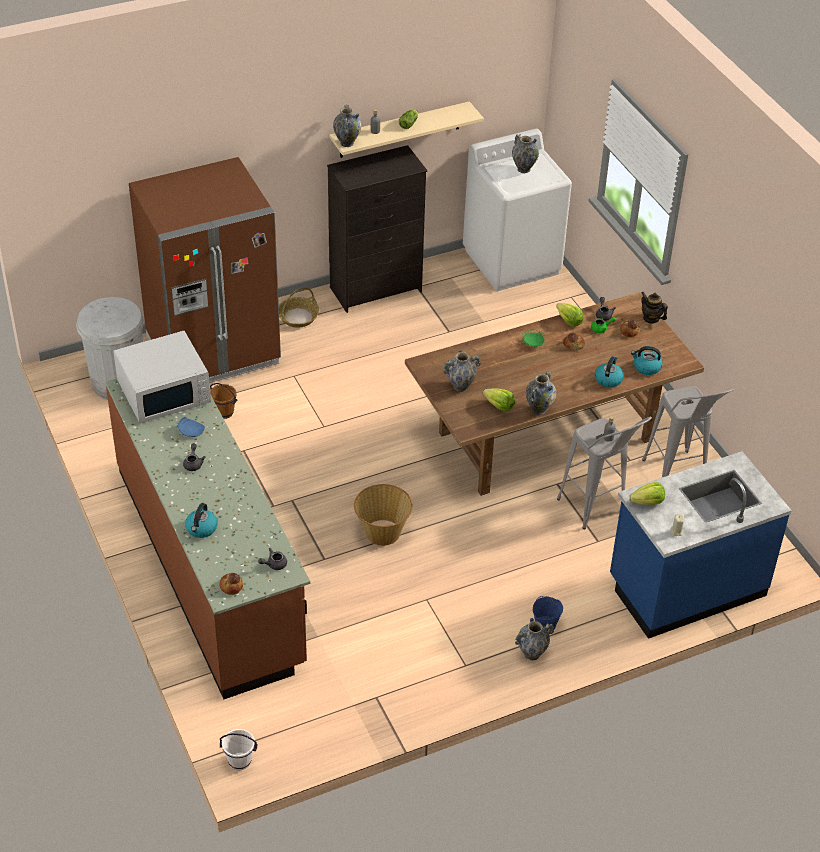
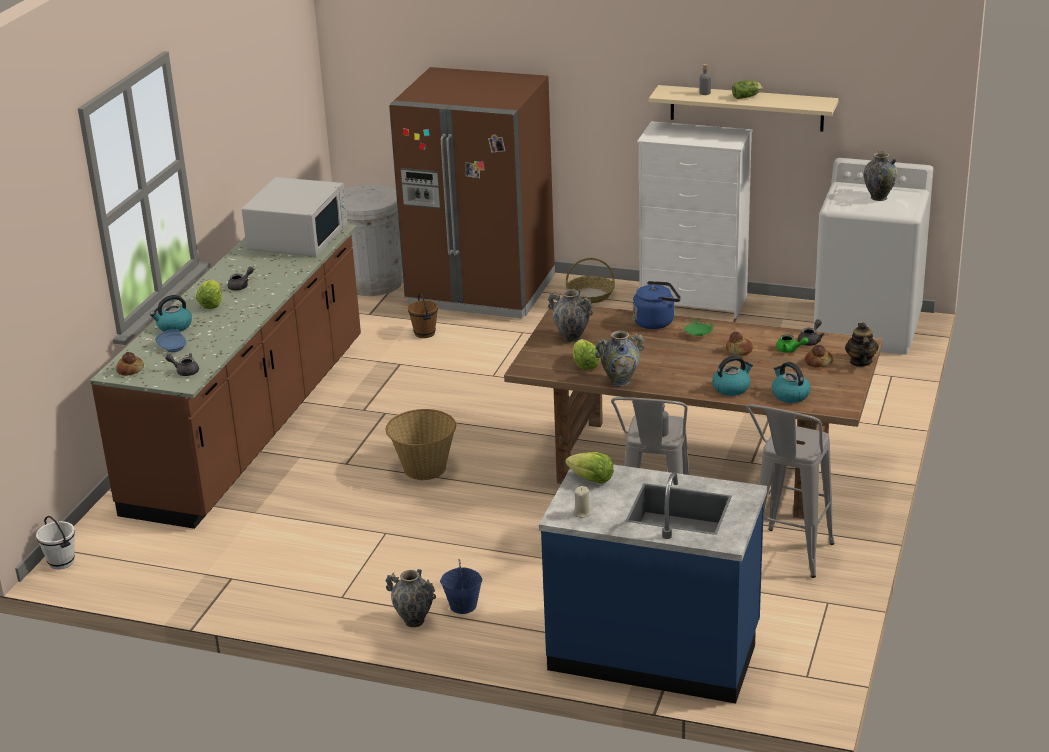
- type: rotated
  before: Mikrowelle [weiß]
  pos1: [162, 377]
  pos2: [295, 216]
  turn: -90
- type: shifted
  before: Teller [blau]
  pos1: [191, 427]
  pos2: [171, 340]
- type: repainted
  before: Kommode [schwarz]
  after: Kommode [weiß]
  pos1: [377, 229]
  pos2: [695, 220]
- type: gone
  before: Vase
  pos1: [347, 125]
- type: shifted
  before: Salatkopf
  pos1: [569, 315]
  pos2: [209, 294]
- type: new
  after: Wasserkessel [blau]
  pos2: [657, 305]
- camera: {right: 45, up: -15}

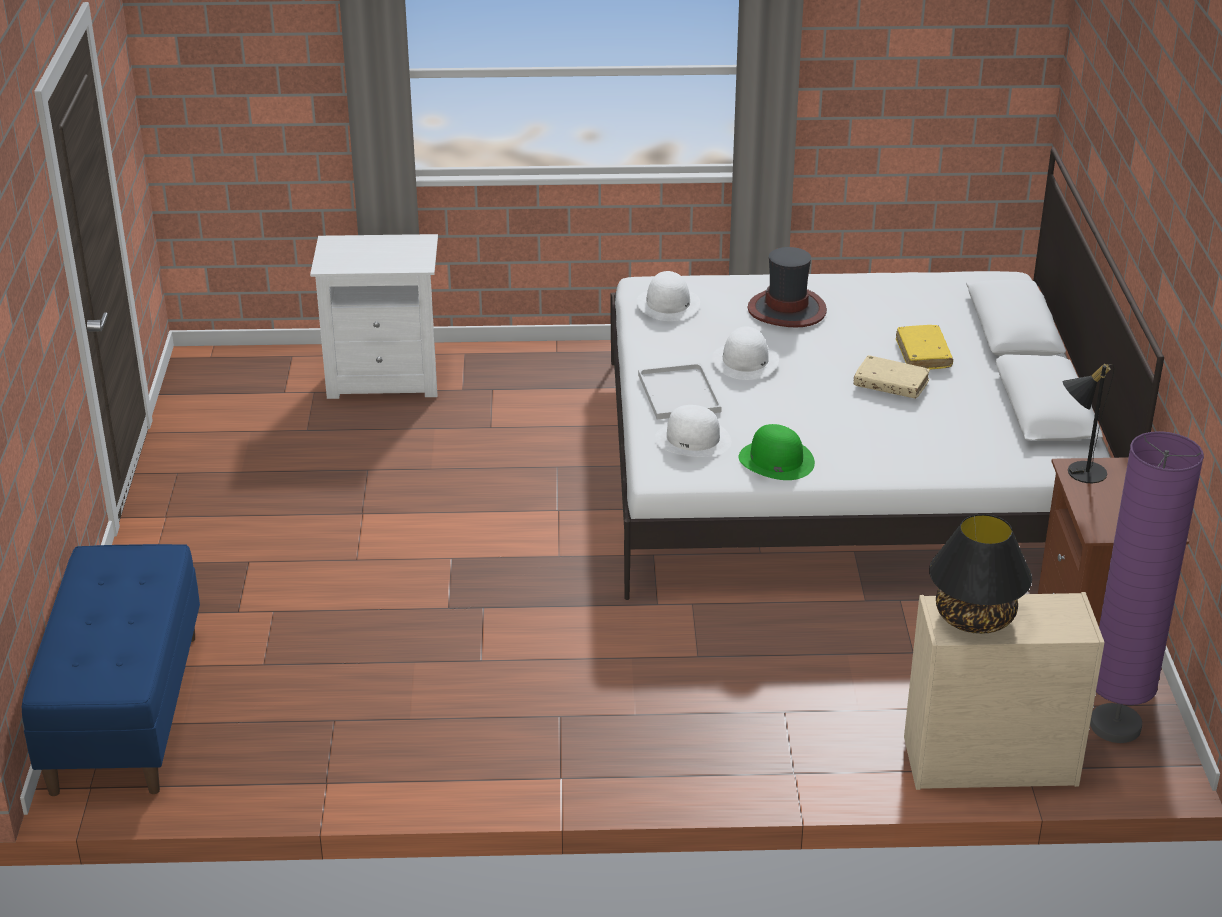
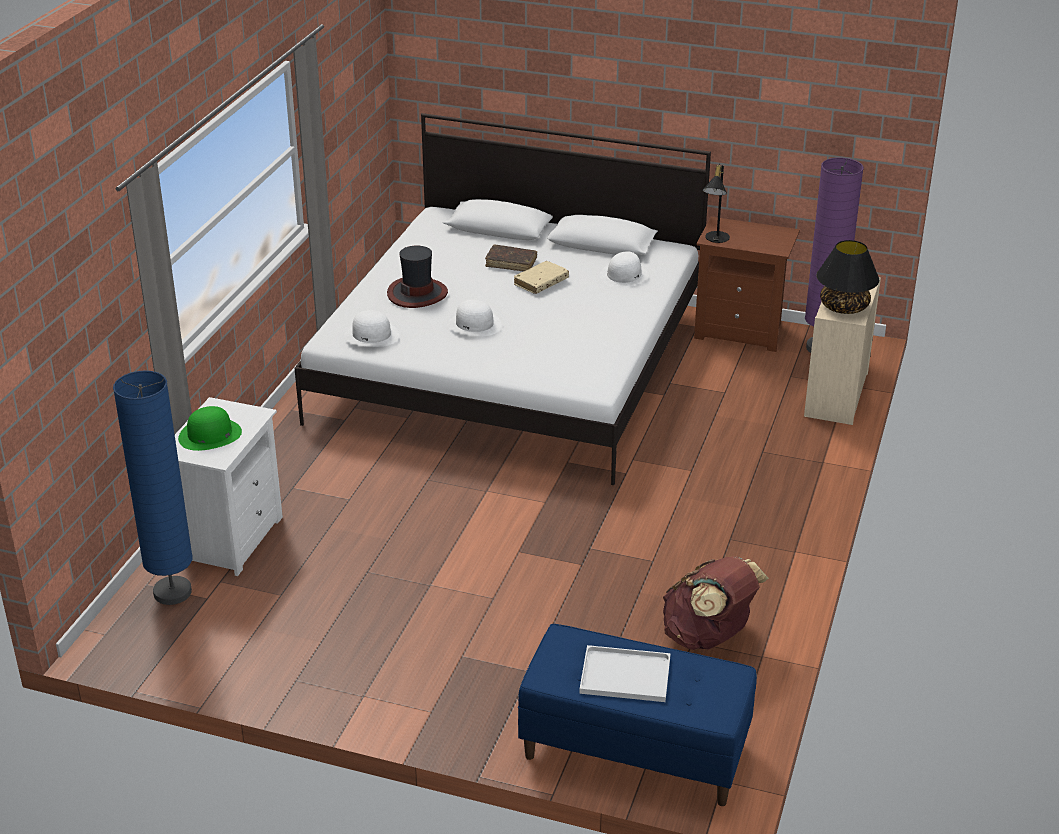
- type: shifted
  before: Tablett [weiß]
  pos1: [680, 391]
  pos2: [625, 673]
- type: shifted
  before: Hut [weiß]
  pos1: [693, 431]
  pos2: [624, 269]
- type: shifted
  before: Hut [grün]
  pos1: [777, 452]
  pos2: [210, 428]
- type: repainted
  before: Buch [gelb]
  after: Buch [braun]
  pos1: [924, 347]
  pos2: [511, 258]
- type: new
  after: Stehlampe [blau]
  pos2: [153, 488]
- type: new
  after: Rucksack [braun]
  pos2: [716, 603]
- camera: {right: -70, up: 0}

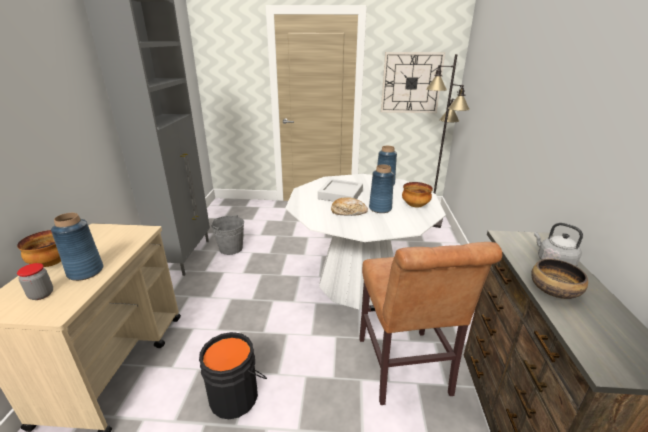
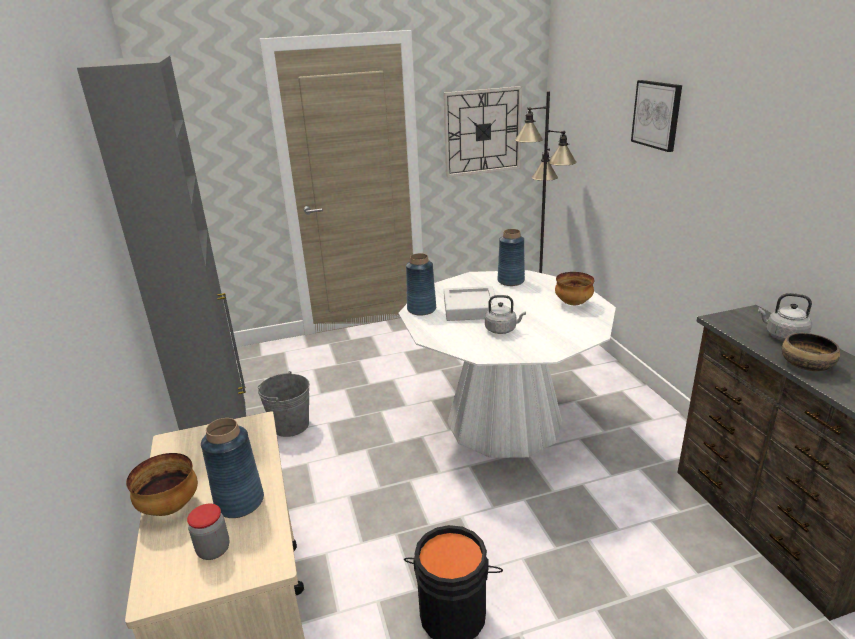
- type: swapped
  before: Brot
  after: Wasserkessel [grau]
  pos1: [349, 206]
  pos2: [505, 314]
- type: gone
  before: Stuhl [braun]
  pos1: [430, 323]
- type: shifted
  before: Vase [blau]
  pos1: [381, 189]
  pos2: [421, 284]
- type: new
  after: Bild
  pos2: [656, 116]
- camera: {right: -20, up: 0}

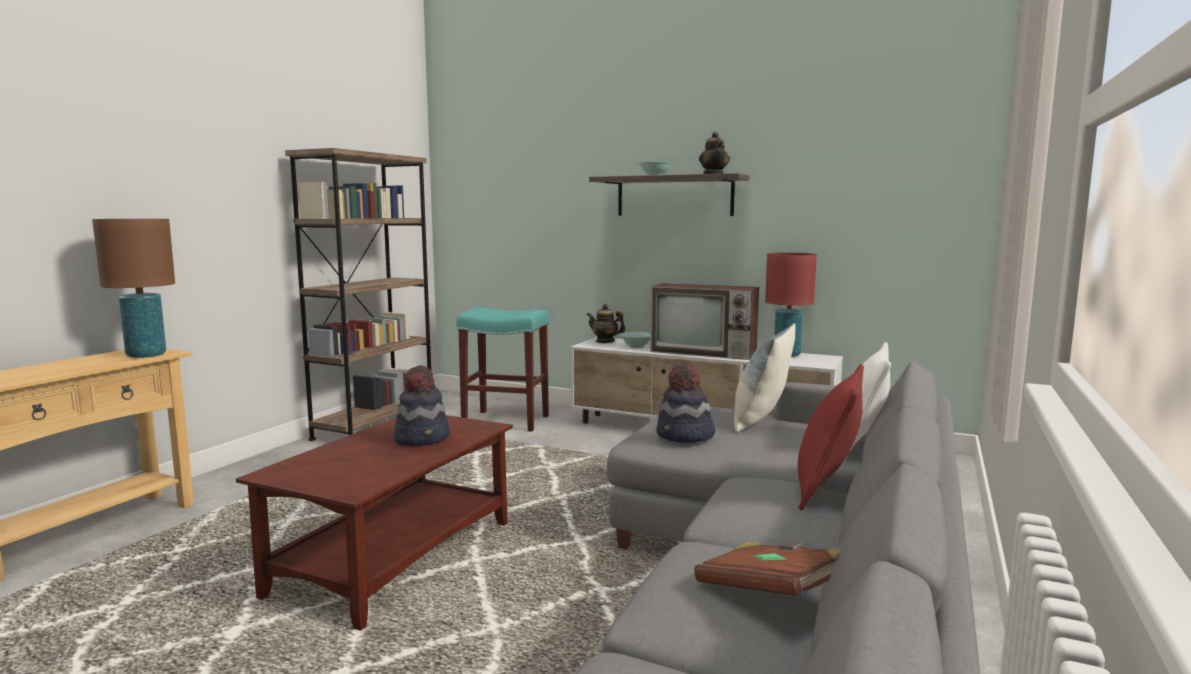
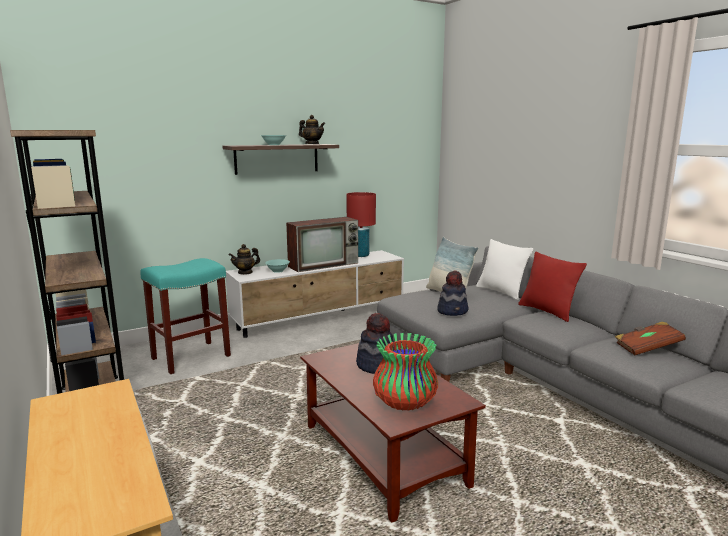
- type: gone
  before: Tischlampe [braun]
  pos1: [133, 288]
- type: new
  after: Vase
  pos2: [405, 372]
- camera: {right: -55, up: 5}

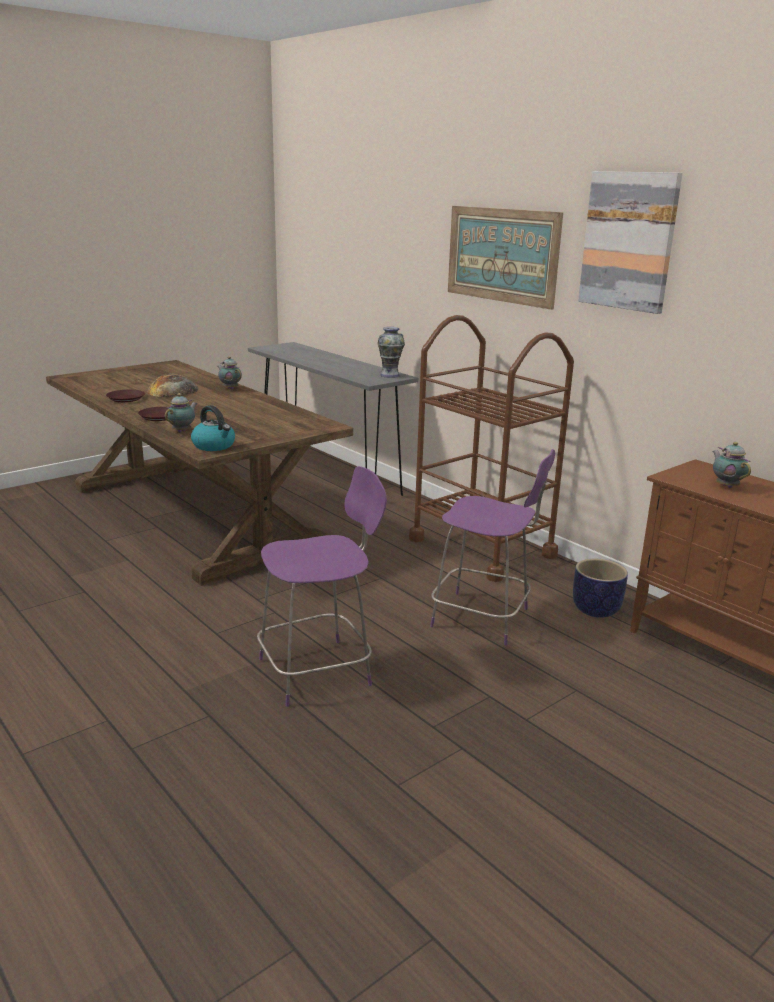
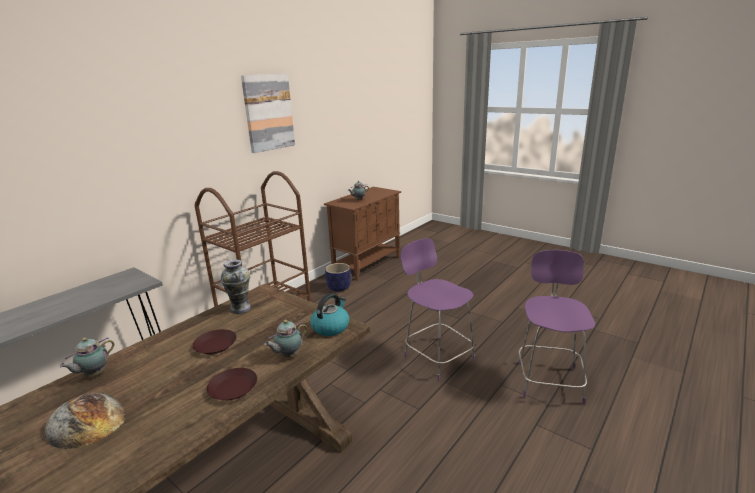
- type: shifted
  before: Teller [braun]
  pos1: [125, 396]
  pos2: [214, 341]
- type: rotated
  before: Teekanne
  pos1: [181, 412]
  pos2: [285, 338]
  turn: -60
- type: shifted
  before: Vase
  pos1: [391, 352]
  pos2: [236, 286]
- type: shifted
  before: Hocker [lila]
  pos1: [492, 547]
  pos2: [556, 327]
- type: gone
  before: Bild
  pos1: [505, 258]
- camera: {right: -100, up: 0}

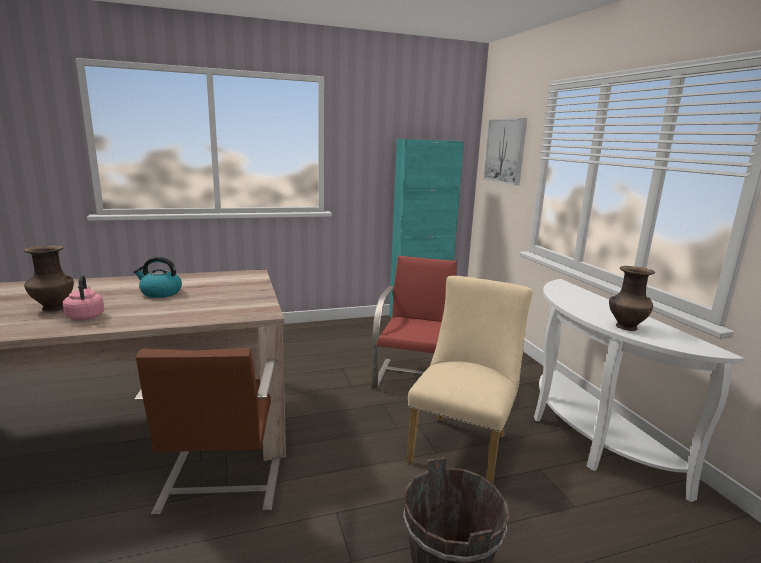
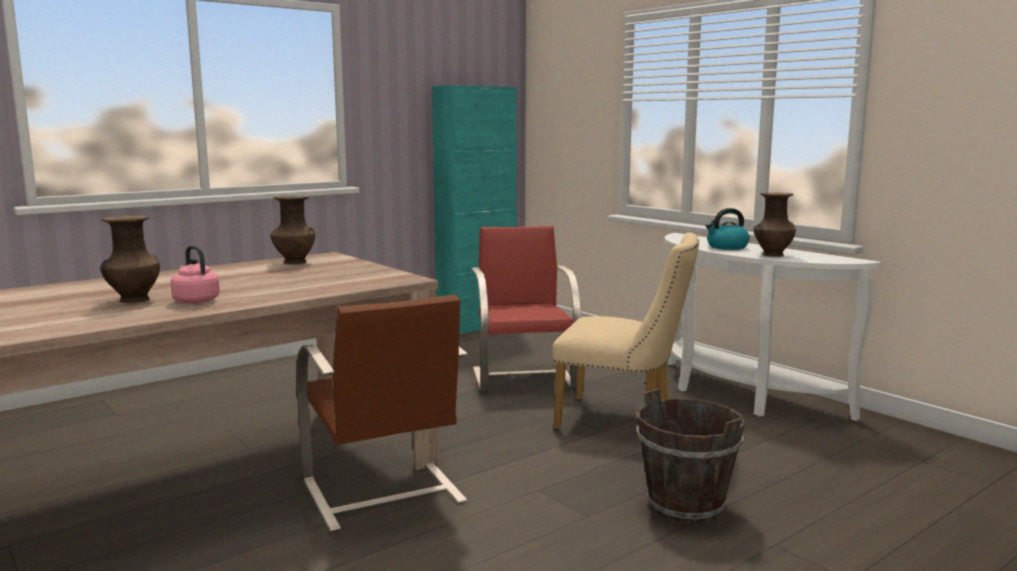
- type: shifted
  before: Wasserkessel
  pos1: [158, 277]
  pos2: [727, 229]
- type: rotated
  before: Stuhl [beige]
  pos1: [470, 380]
  pos2: [625, 331]
  turn: 105
- type: gone
  before: Bild
  pos1: [505, 151]
- type: new
  after: Vase [braun]
  pos2: [292, 230]
- camera: {right: -20, up: -5}

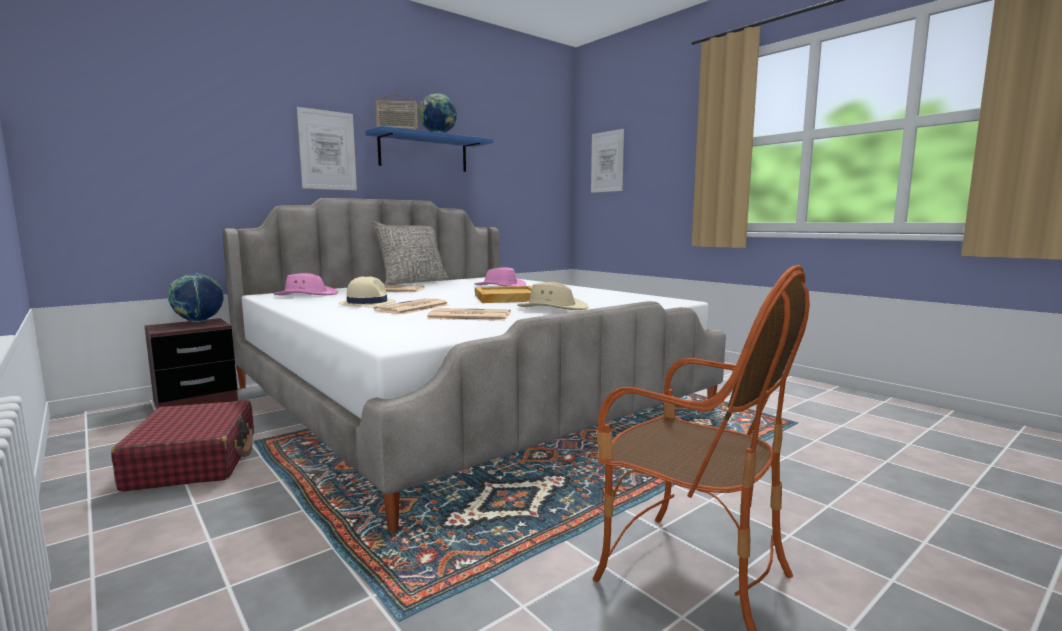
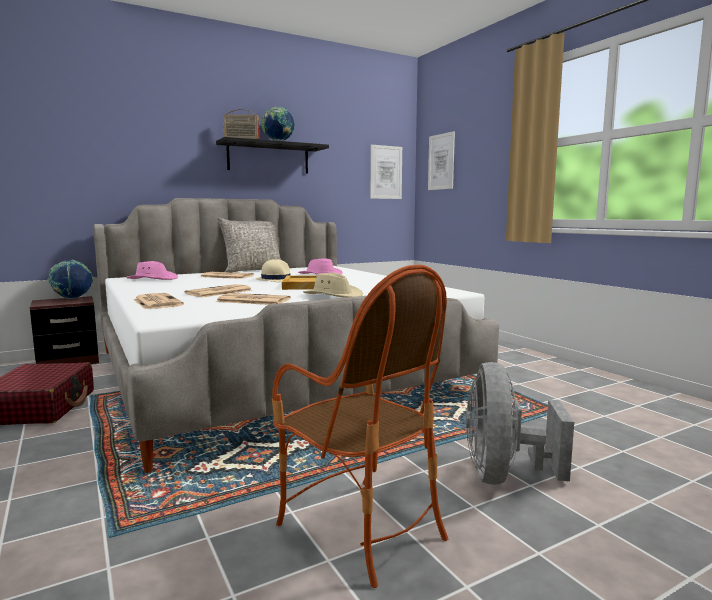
- type: shifted
  before: Bild
  pos1: [327, 148]
  pos2: [386, 172]
- type: shifted
  before: Hut [beige]
  pos1: [367, 292]
  pos2: [273, 270]
- type: repainted
  before: Wandregal [blau]
  after: Wandregal [schwarz]
  pos1: [429, 149]
  pos2: [272, 155]
- type: new
  after: Zeitung
  pos2: [158, 301]
- type: new
  after: Ventilator [grau]
  pos2: [519, 423]
- camera: {right: 10, up: 0}

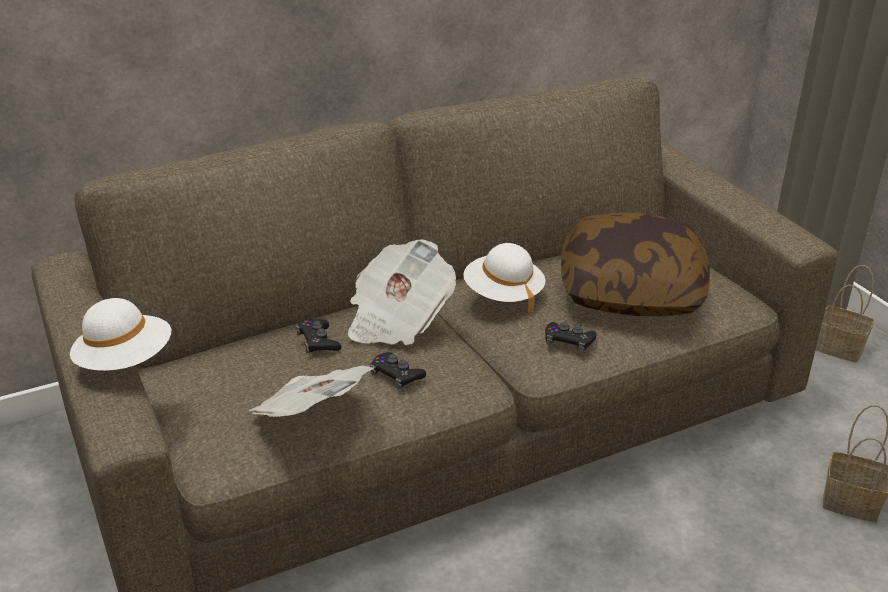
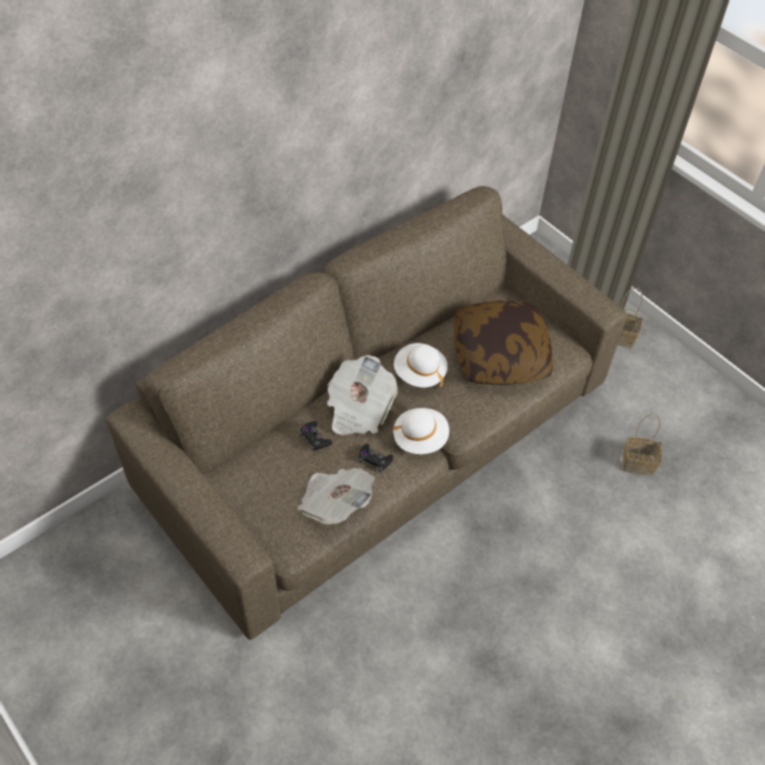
- type: shifted
  before: Hut [weiß]
  pos1: [120, 334]
  pos2: [420, 431]
- type: gone
  before: Gamepad [schwarz]
  pos1: [570, 337]
- camera: {right: -15, up: 20}

